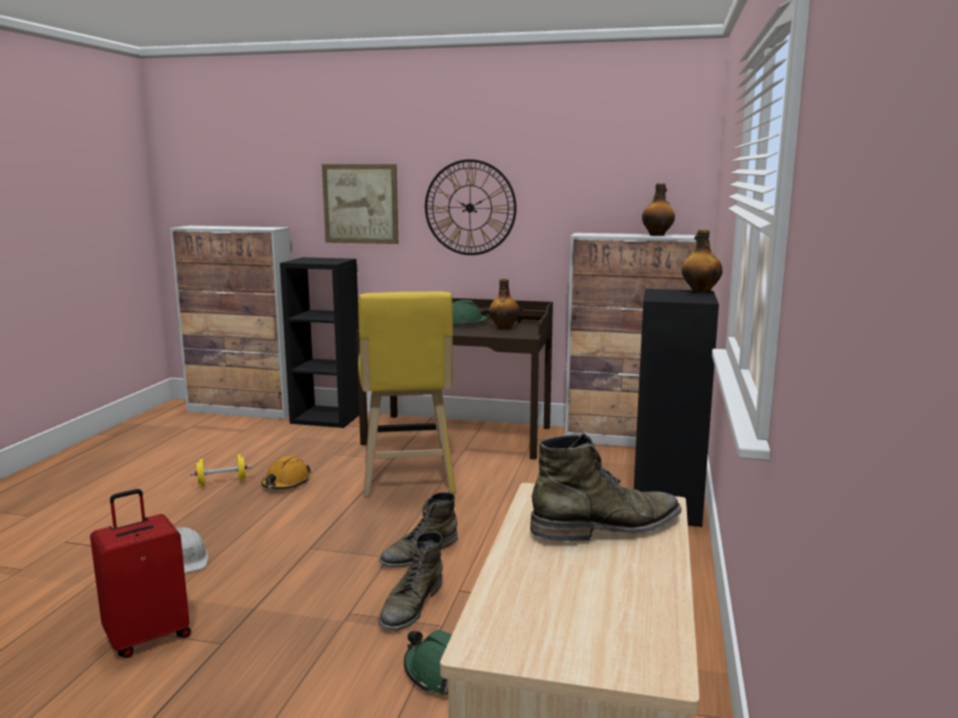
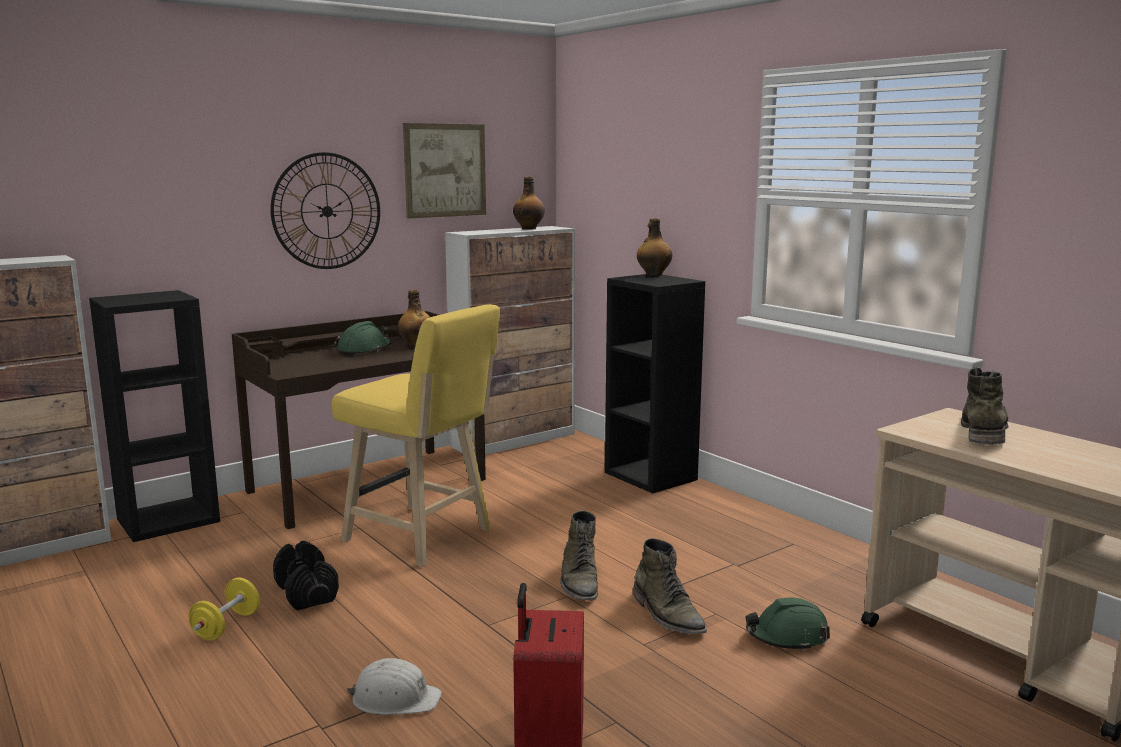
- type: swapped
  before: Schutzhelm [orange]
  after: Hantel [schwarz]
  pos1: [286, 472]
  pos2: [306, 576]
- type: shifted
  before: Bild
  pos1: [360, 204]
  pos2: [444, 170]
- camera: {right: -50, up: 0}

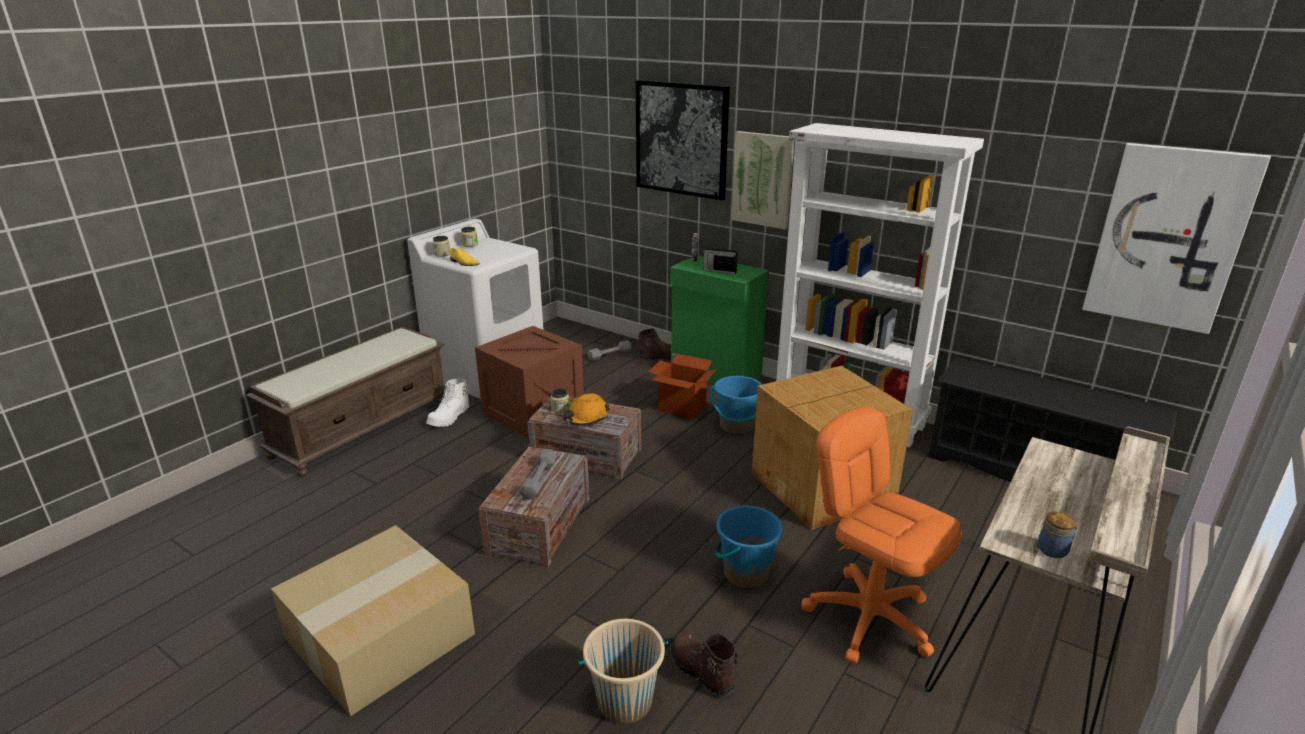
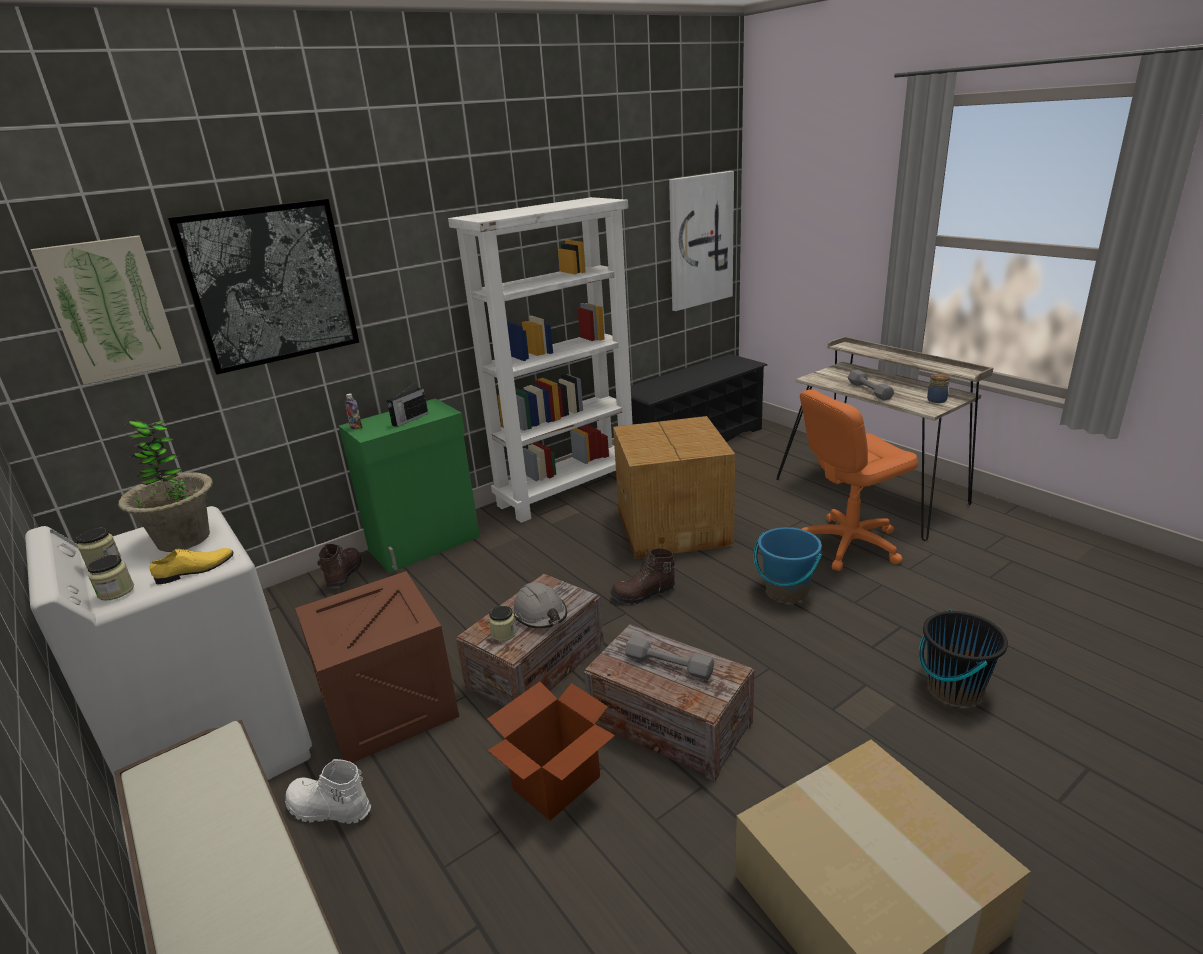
- type: rotated
  before: Stiefel [weiß]
  pos1: [447, 403]
  pos2: [328, 791]
  turn: 150
- type: repainted
  before: Schutzhelm [orange]
  after: Schutzhelm [grau]
  pos1: [586, 409]
  pos2: [540, 605]
- type: repainted
  before: Eimer [beige]
  after: Eimer [schwarz]
  pos1: [623, 671]
  pos2: [963, 657]
- type: shifted
  before: Hantel [grau]
  pos1: [610, 350]
  pos2: [871, 385]
- type: shifted
  before: Karton
  pos1: [682, 386]
  pos2: [551, 751]
- type: shifted
  before: Stiefel [braun]
  pos1: [704, 663]
  pos2: [642, 576]
- type: gone
  before: Eimer [blau]
  pos1: [737, 405]
- type: shifted
  before: Bild
  pos1: [763, 180]
  pos2: [106, 310]
- type: new
  after: Topfpflanze
  pos2: [165, 485]
- camera: {right: -70, up: 0}

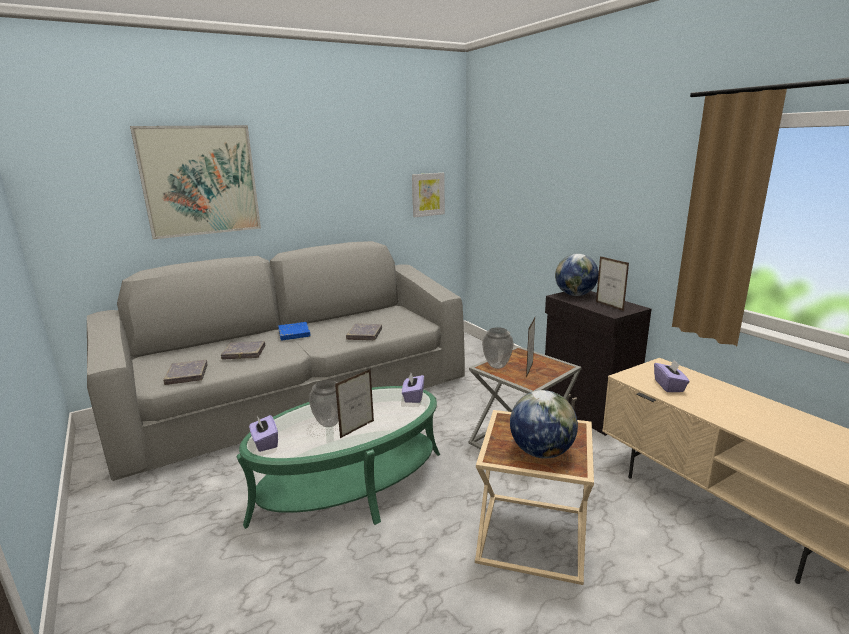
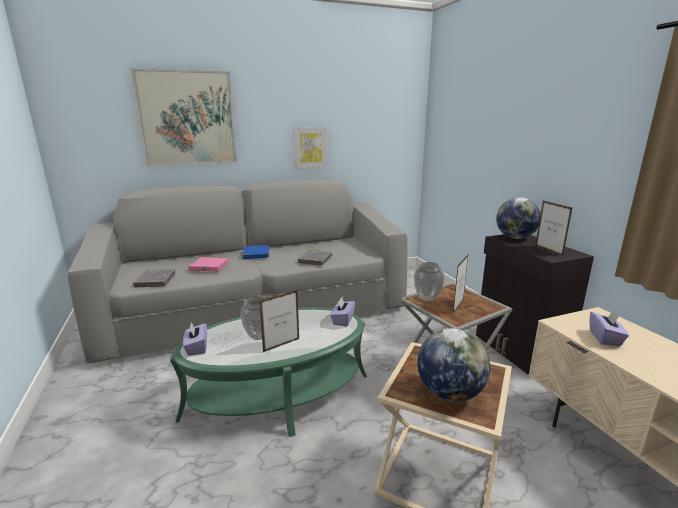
- type: repainted
  before: Buch [grau]
  after: Buch [rosa]
  pos1: [243, 350]
  pos2: [208, 264]
- type: shifted
  before: Bild
  pos1: [428, 195]
  pos2: [310, 148]
- camera: {right: 10, up: 0}

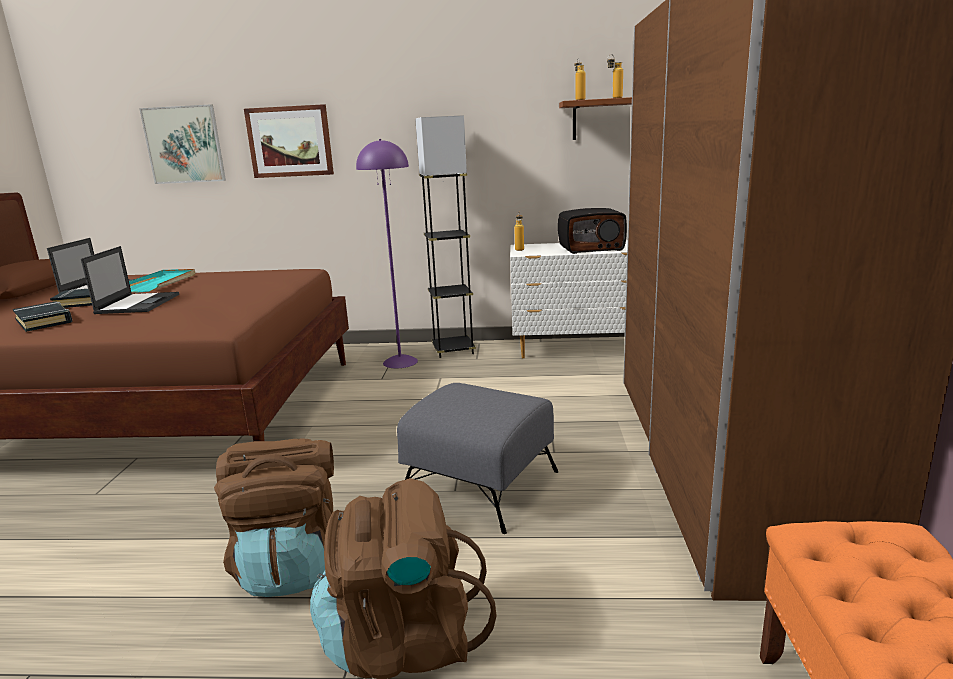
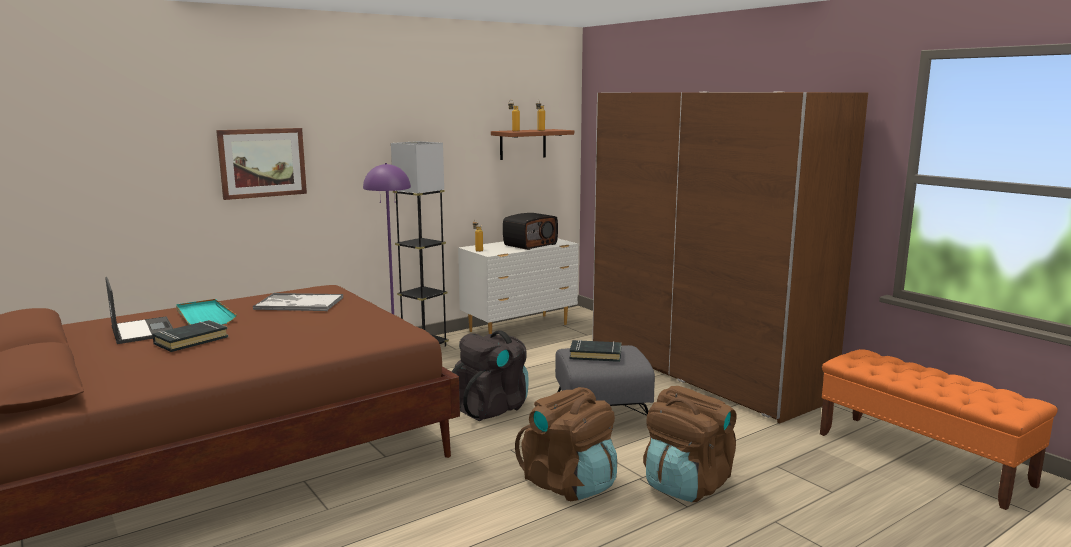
- type: shifted
  before: Buch [schwarz]
  pos1: [42, 316]
  pos2: [596, 351]
- type: gone
  before: Laptop
  pos1: [130, 280]
- type: gone
  before: Bild
  pos1: [182, 144]
- type: new
  after: Tablett
  pos2: [298, 302]
- type: new
  after: Rucksack [schwarz]
  pos2: [490, 375]
- camera: {right: -40, up: -5}

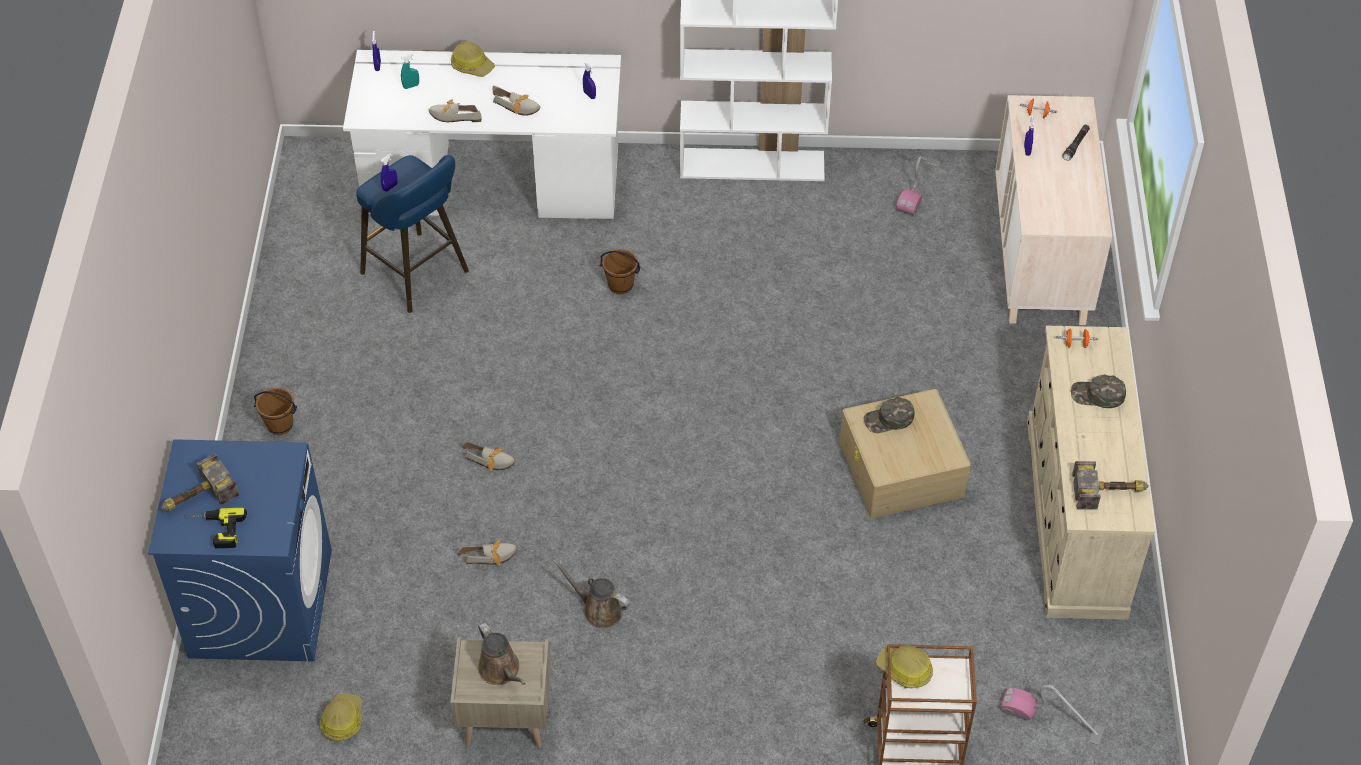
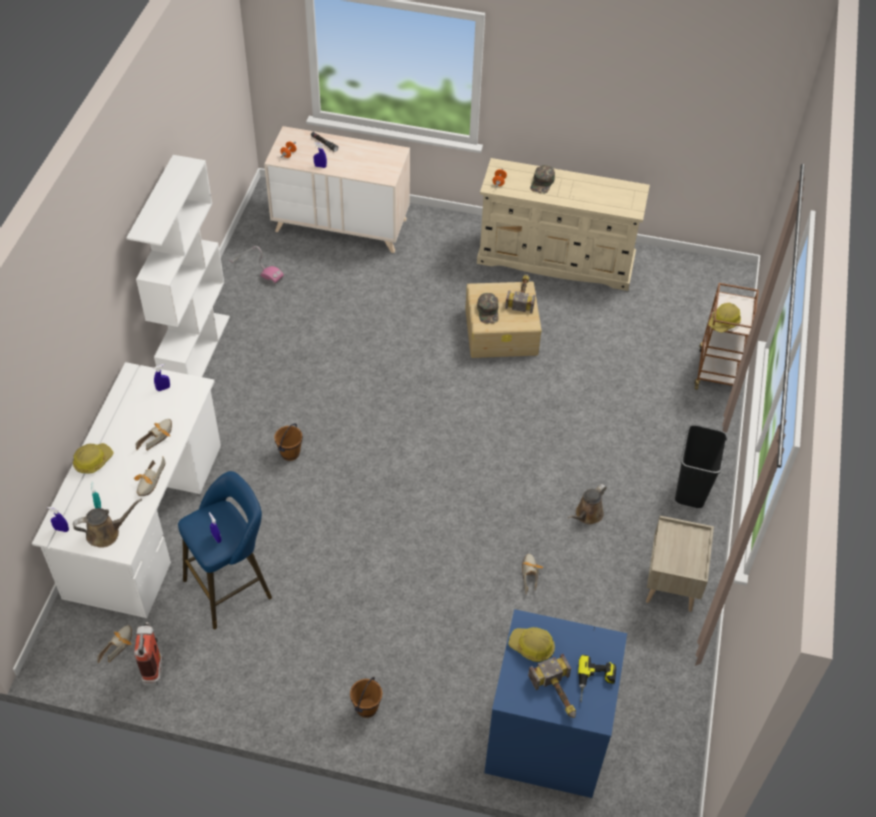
- type: shifted
  before: Schutzhelm
  pos1: [341, 717]
  pos2: [531, 644]
- type: shifted
  before: Schuh
  pos1: [488, 456]
  pos2: [114, 644]
- type: shifted
  before: Gießkanne [braun]
  pos1: [502, 654]
  pos2: [107, 523]
- type: gone
  before: Staubsauger
  pos1: [1052, 715]
- type: shifted
  before: Hammer
  pos1: [1110, 485]
  pos2: [520, 293]
- type: new
  after: Feuerlöscher
  pos2: [148, 654]
- type: new
  after: Mülleimer [schwarz]
  pos2: [701, 466]
- camera: {right: -80, up: 0}

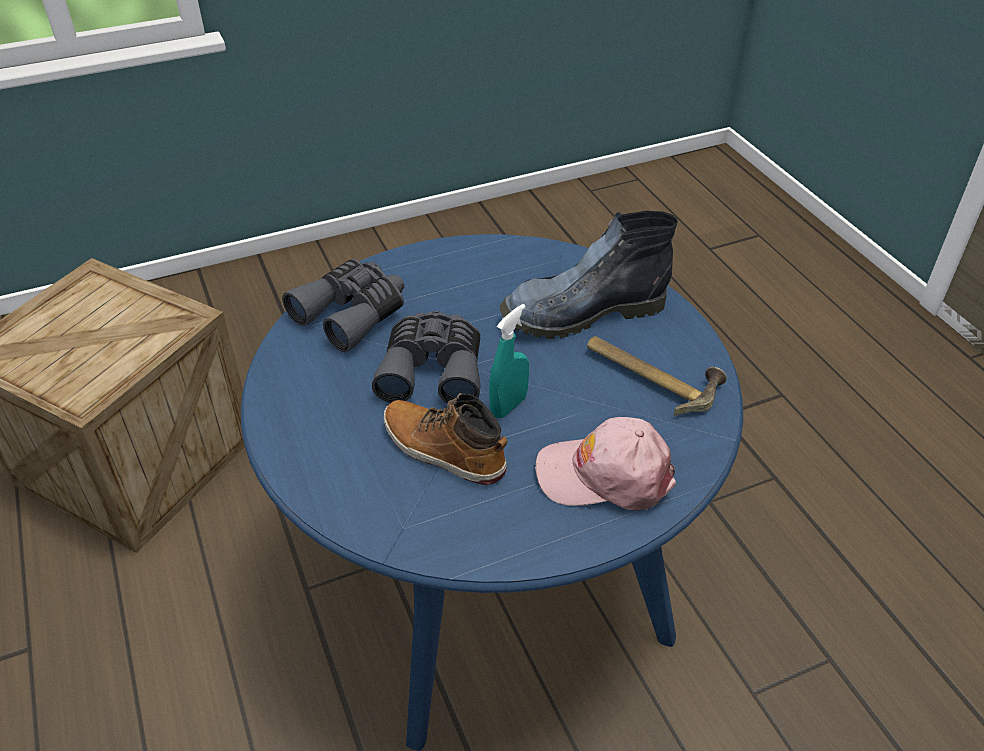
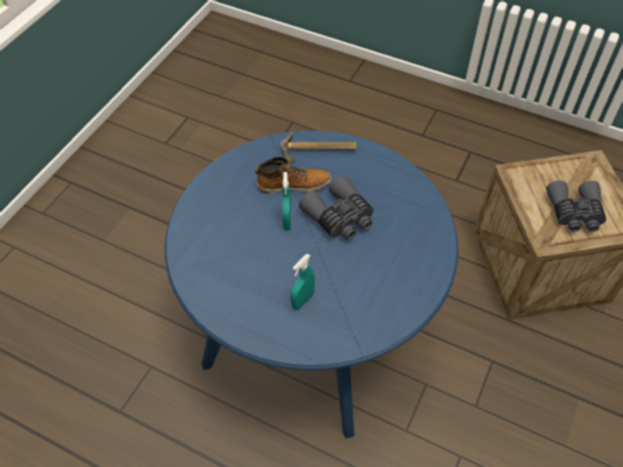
- type: shifted
  before: Fernglas [grau]
  pos1: [343, 305]
  pos2: [576, 206]
- type: swapped
  before: Stiefel
  after: Sprühflasche [türkis]
  pos1: [589, 275]
  pos2: [303, 282]
- type: gone
  before: Kappe [rosa]
  pos1: [605, 463]
- type: shifted
  before: Hammer
  pos1: [657, 376]
  pos2: [319, 148]
- camera: {right: 140, up: 10}

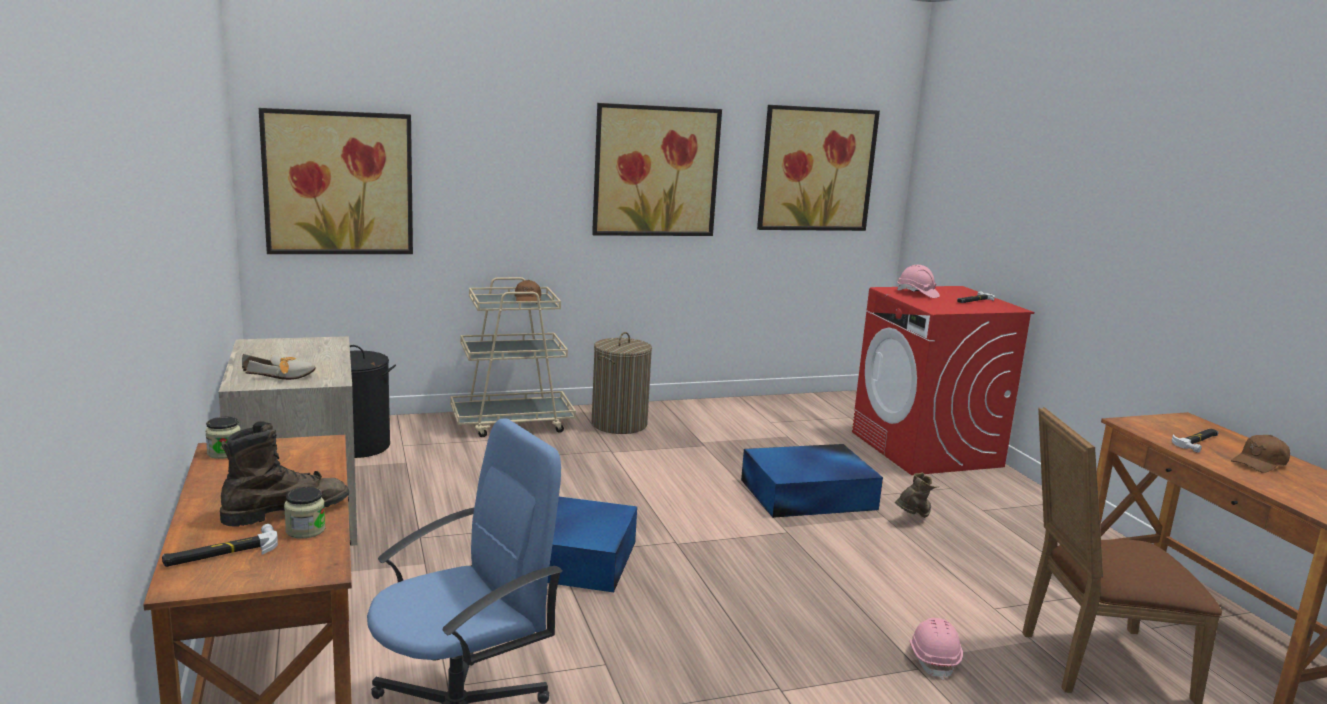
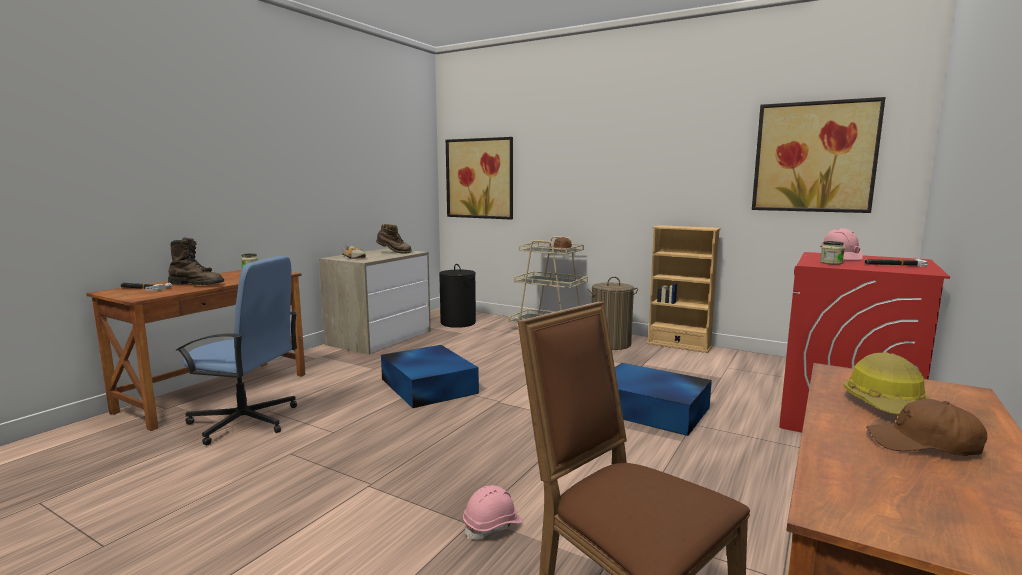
- type: shifted
  before: Vorratsglas
  pos1: [304, 513]
  pos2: [832, 253]
- type: gone
  before: Bild
  pos1: [657, 169]
- type: shifted
  before: Stiefel [braun]
  pos1: [917, 495]
  pos2: [394, 239]
- type: swapped
  before: Hammer
  after: Schutzhelm
  pos1: [1195, 441]
  pos2: [886, 383]
- type: new
  after: Bücherregal [beige]
  pos2: [684, 289]
- camera: {right: 50, up: -5}

